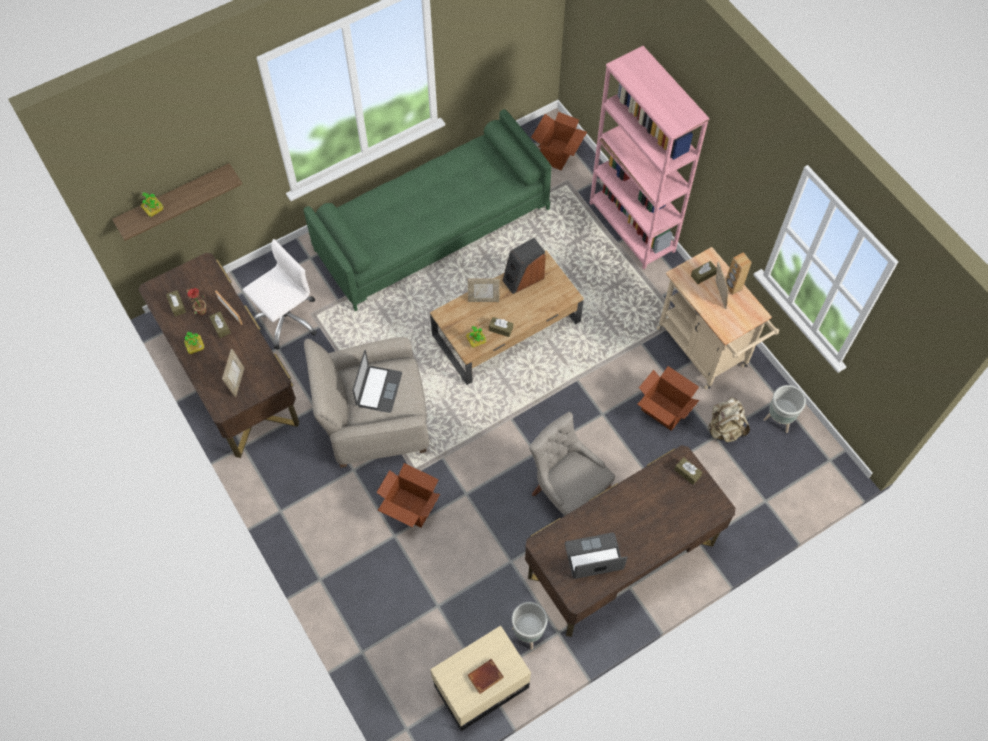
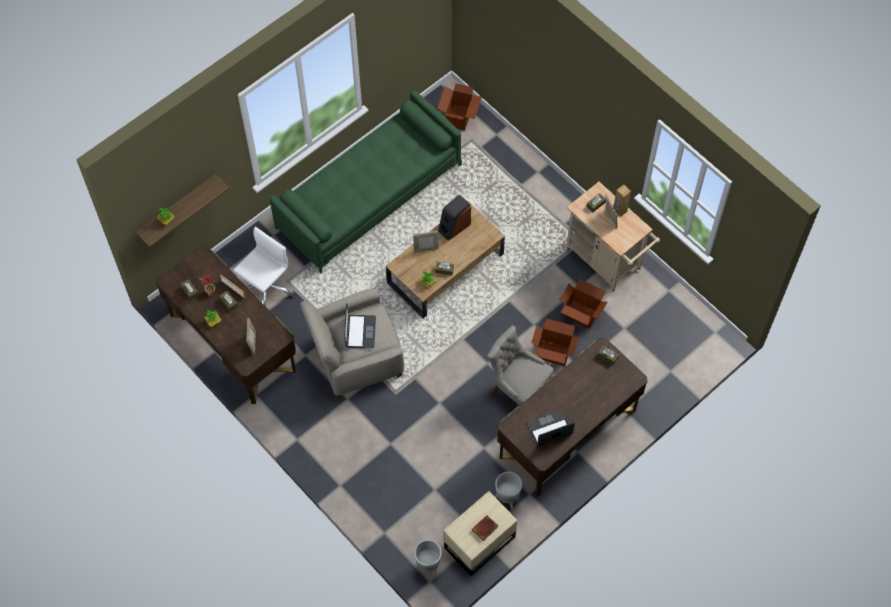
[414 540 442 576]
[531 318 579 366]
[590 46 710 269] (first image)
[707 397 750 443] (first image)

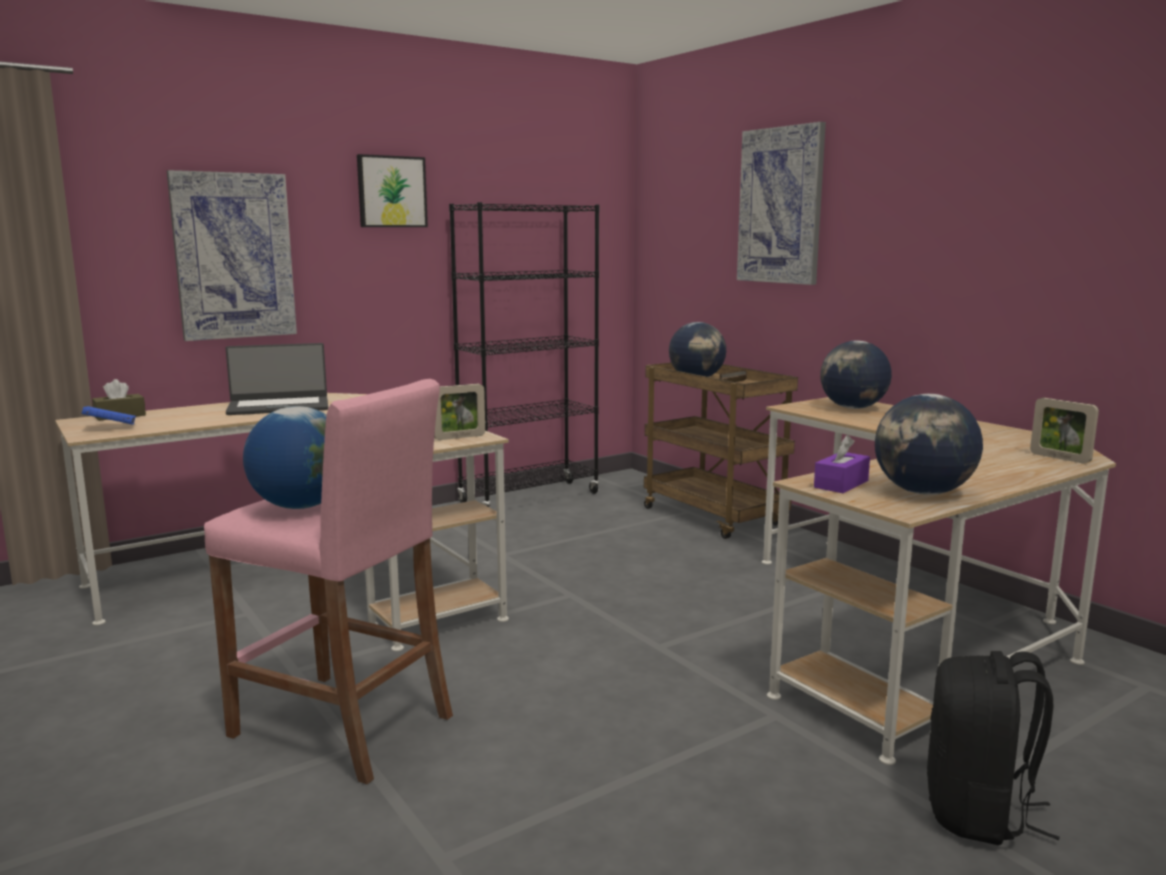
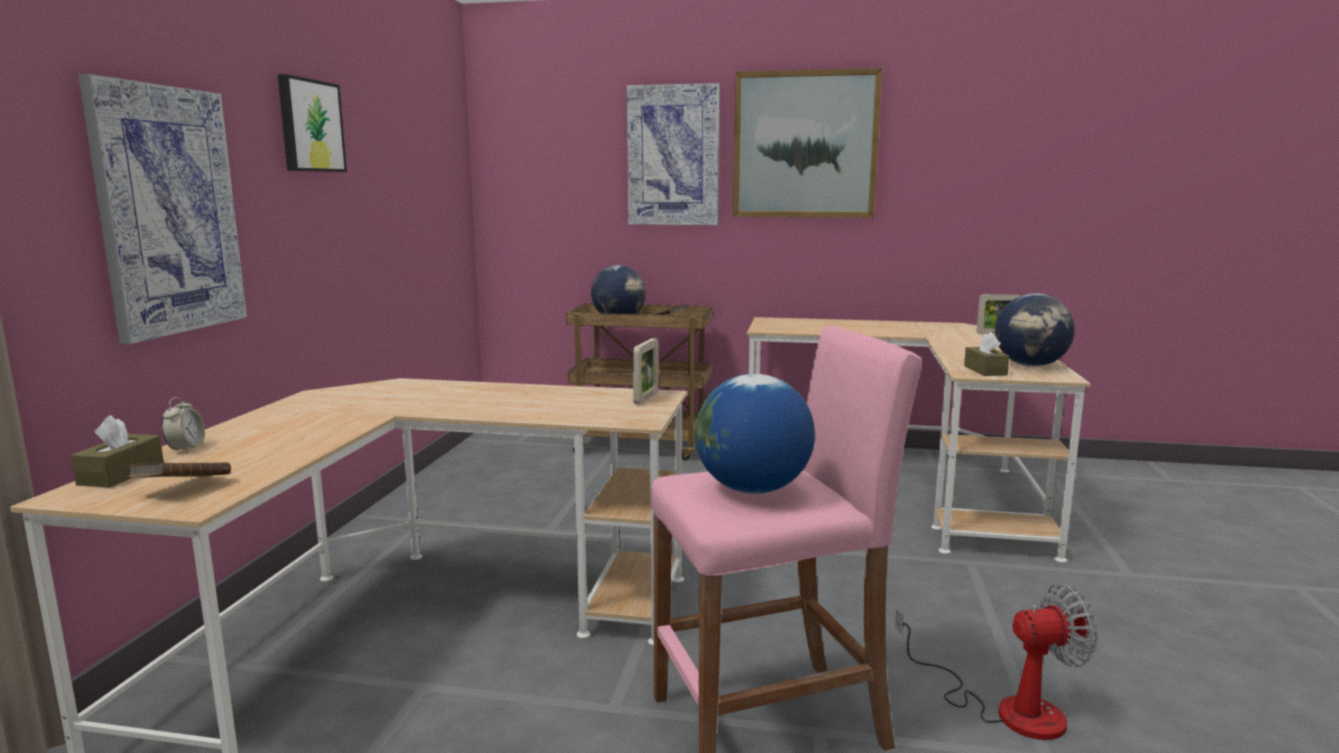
[128 462 231 478]
[162 397 205 453]
[733 68 882 218]
[895 584 1098 740]
[964 332 1009 376]
[226 343 328 415] (first image)
[449 202 599 507] (first image)
[820 341 892 409] (first image)
[927 651 1060 845] (first image)

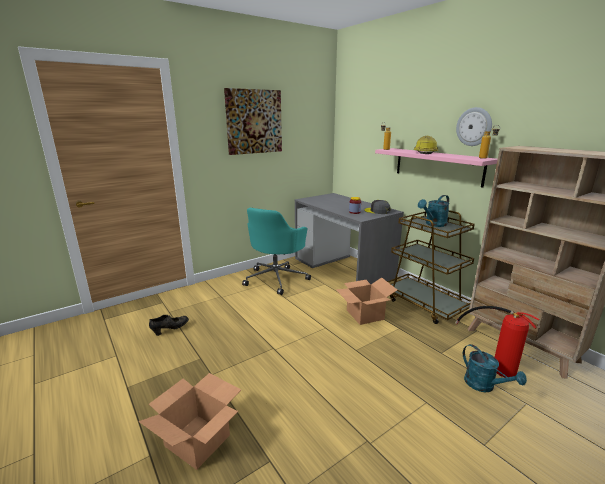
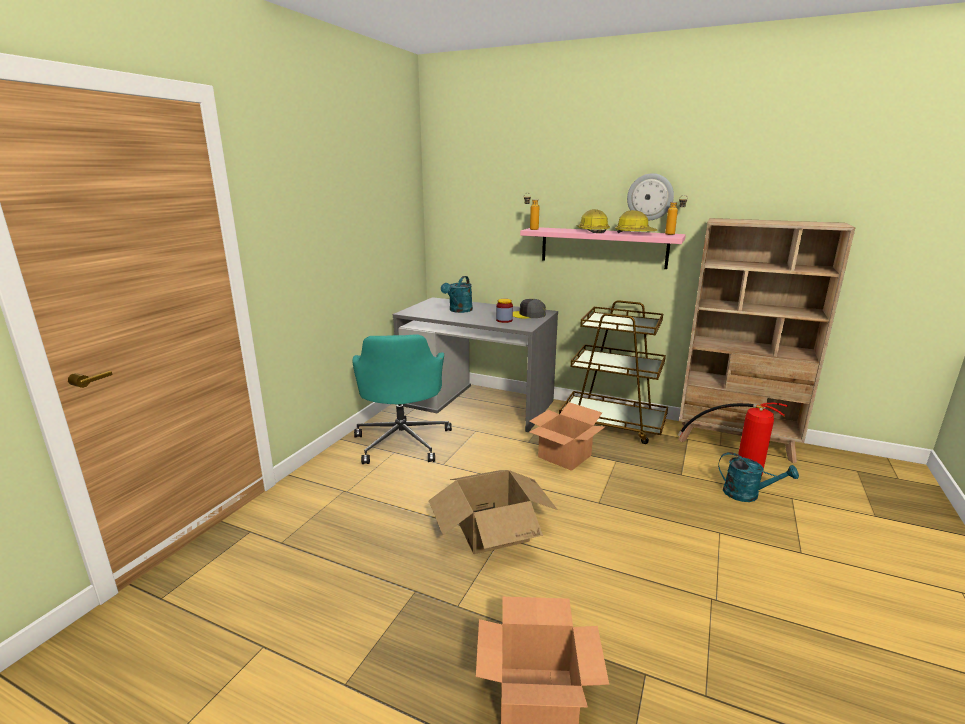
[429 470 558 554]
[441 276 473 313]
[615 210 658 233]
[149 315 189 336] (first image)
[224 88 282 155] (first image)

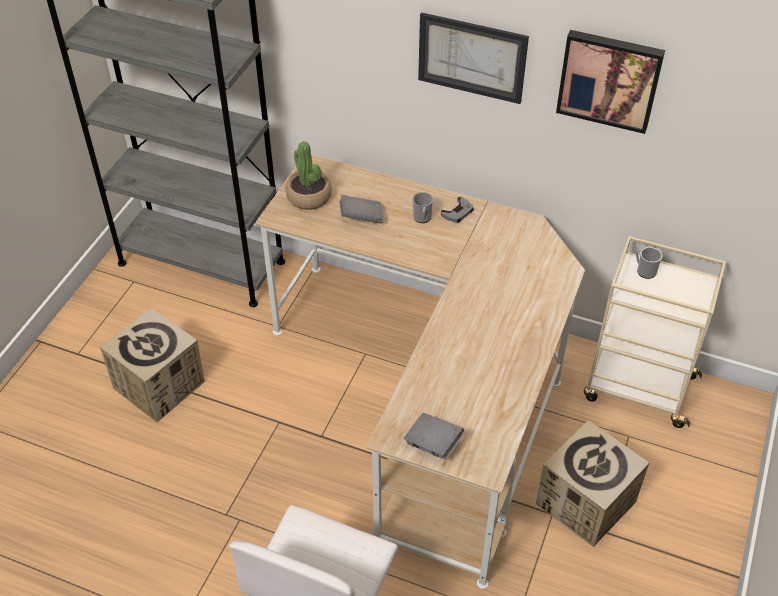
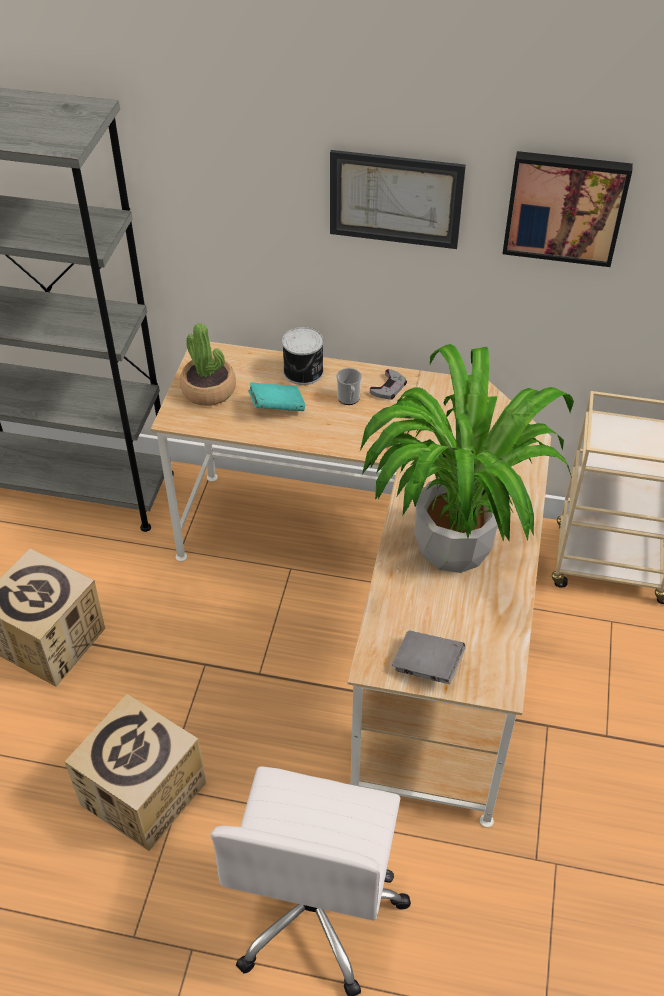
[65 694 206 851]
[248 382 305 411]
[282 327 324 385]
[360 344 574 573]
[636 247 662 279] (first image)

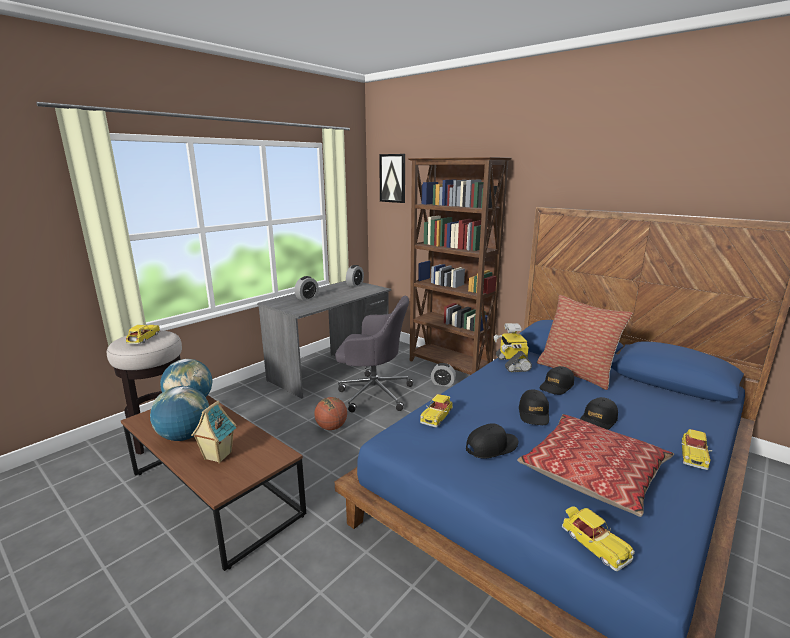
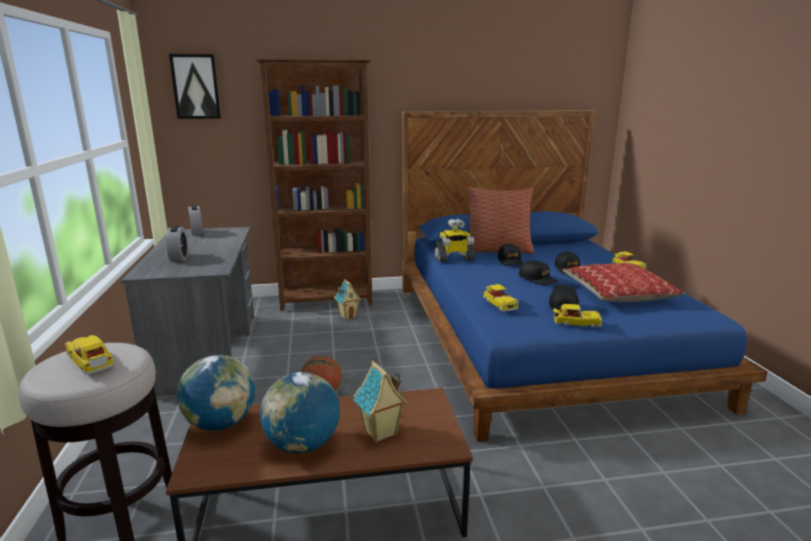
[334 279 361 320]
[434 219 475 262]
[553 304 602 328]
[335 296 413 412] (first image)

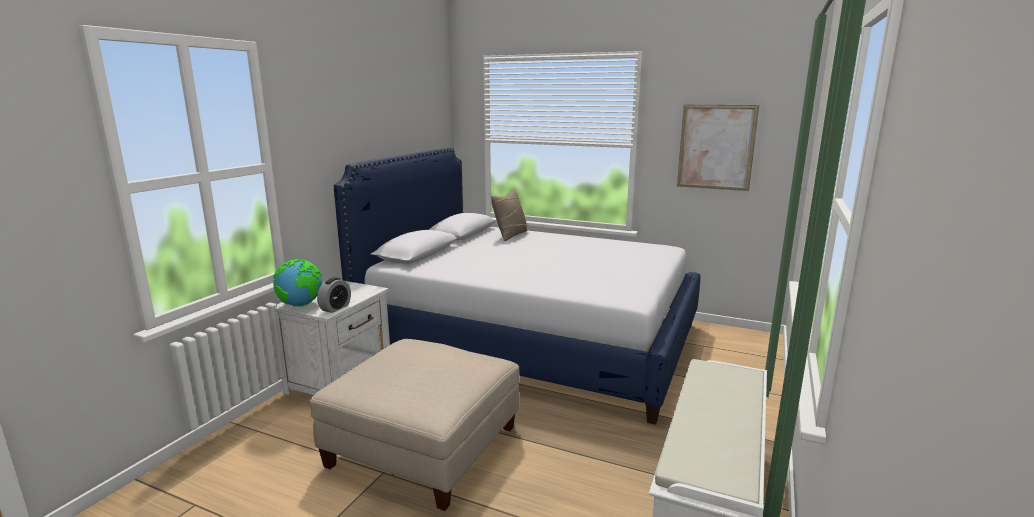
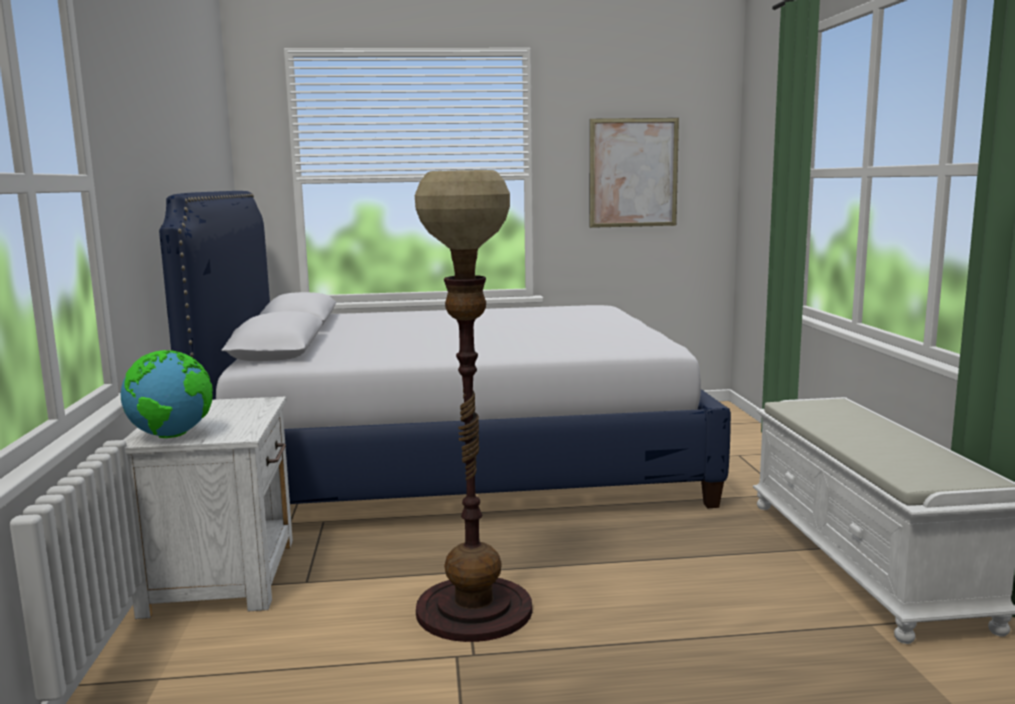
[415 170 532 642]
[317 277 351 313] (first image)
[491 189 527 241] (first image)

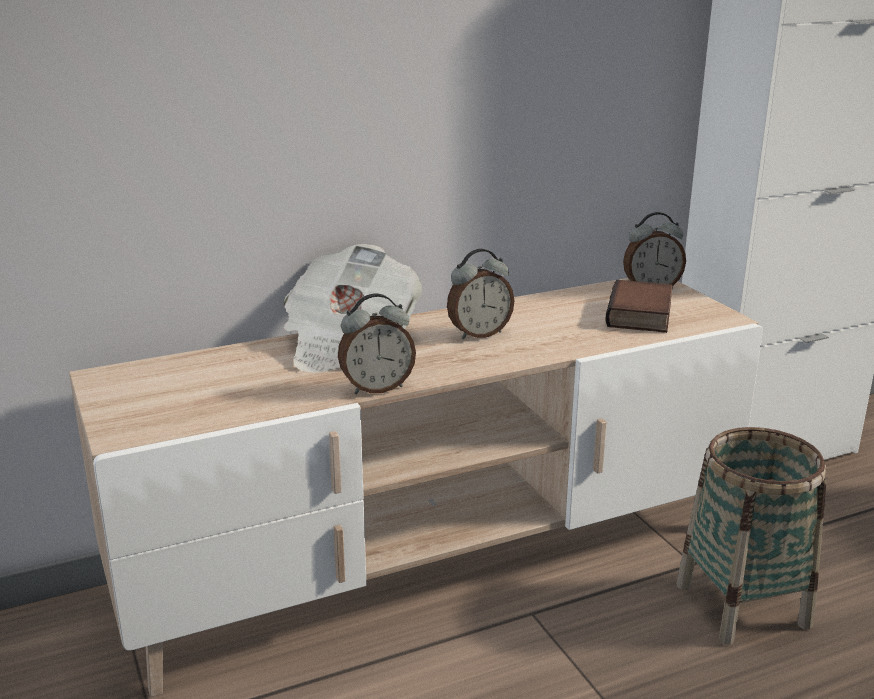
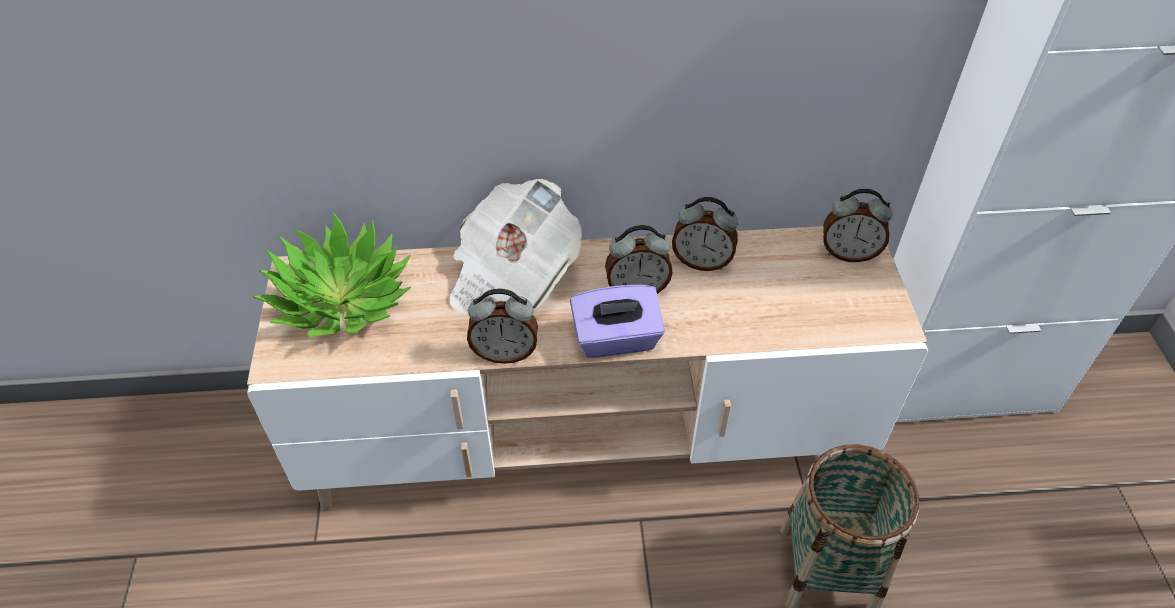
[254 213 411 338]
[570 285 665 358]
[672 197 738 271]
[605 280 673 333] (first image)

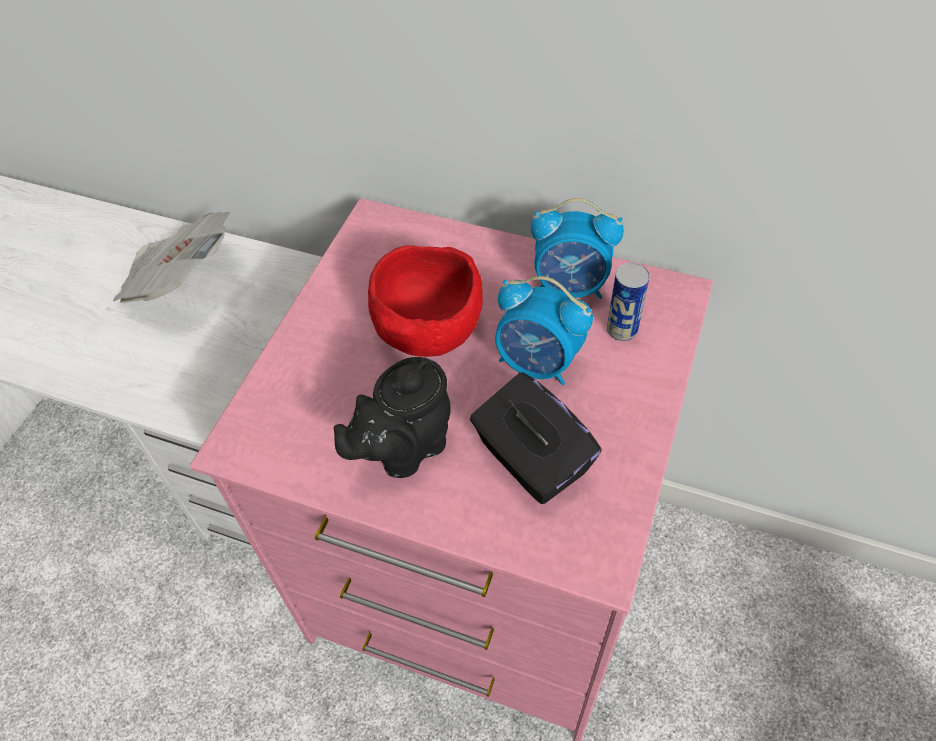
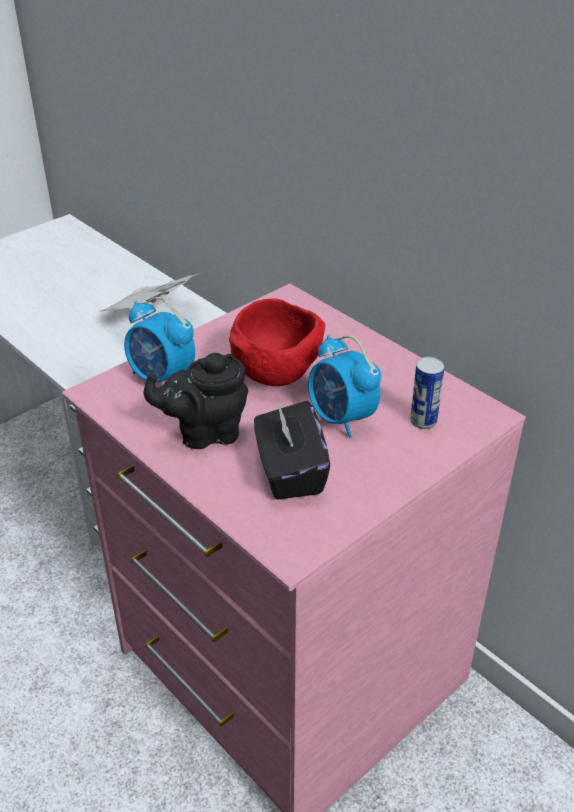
[124 297 195 382]

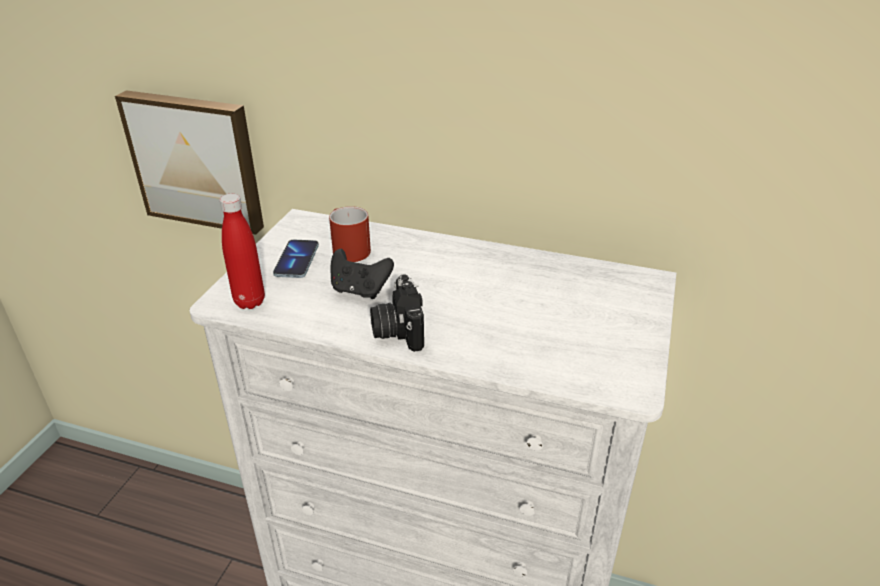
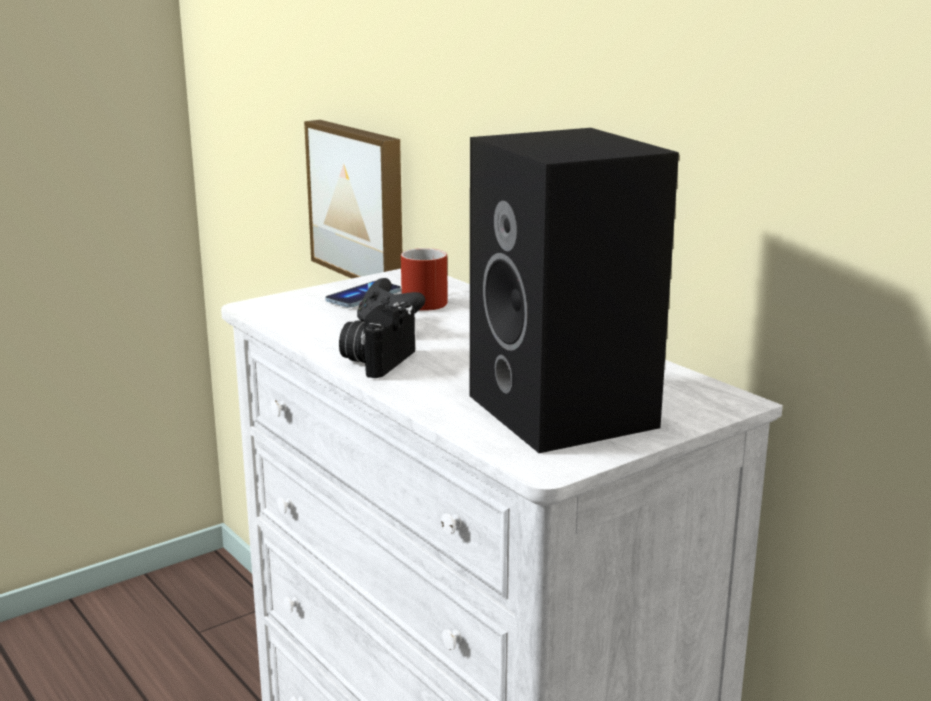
[470 128 679 453]
[219 194 265 309] (first image)

